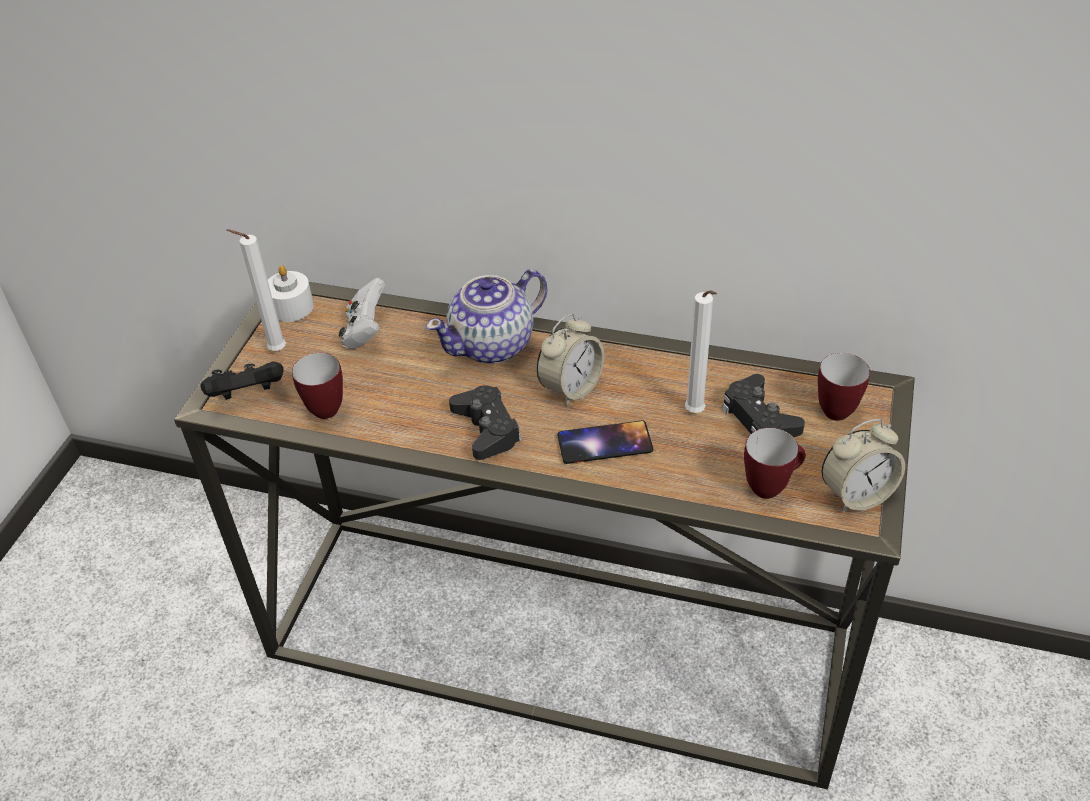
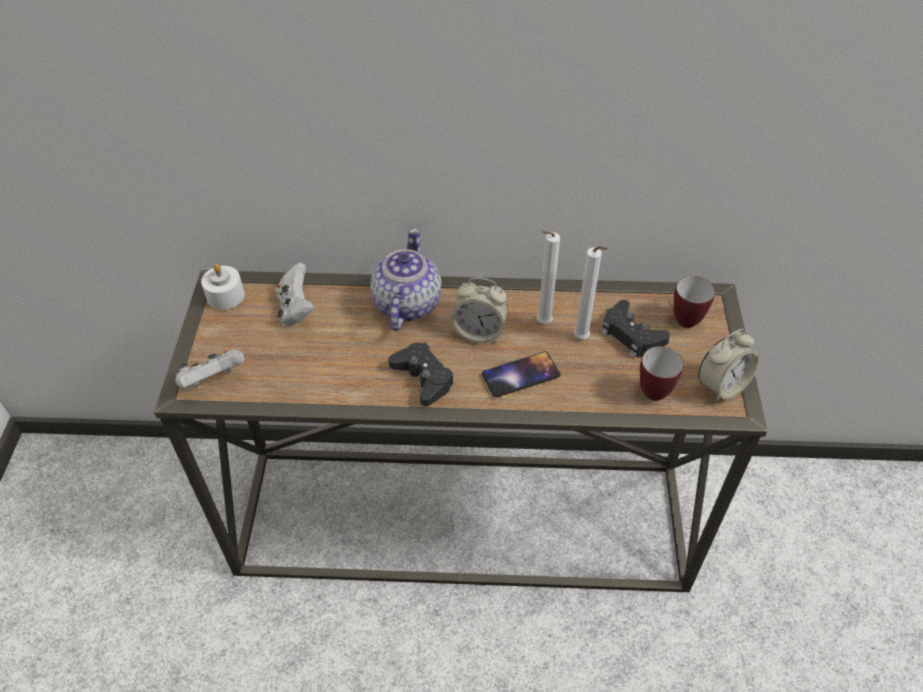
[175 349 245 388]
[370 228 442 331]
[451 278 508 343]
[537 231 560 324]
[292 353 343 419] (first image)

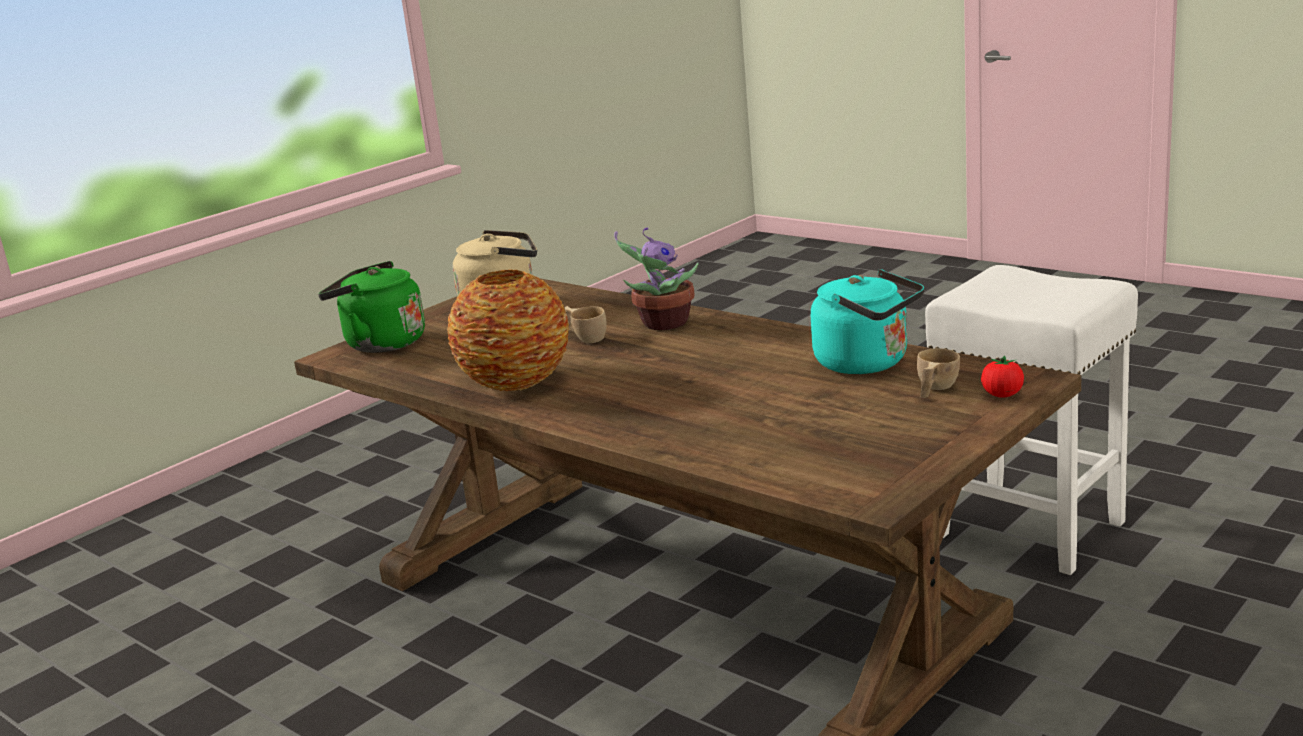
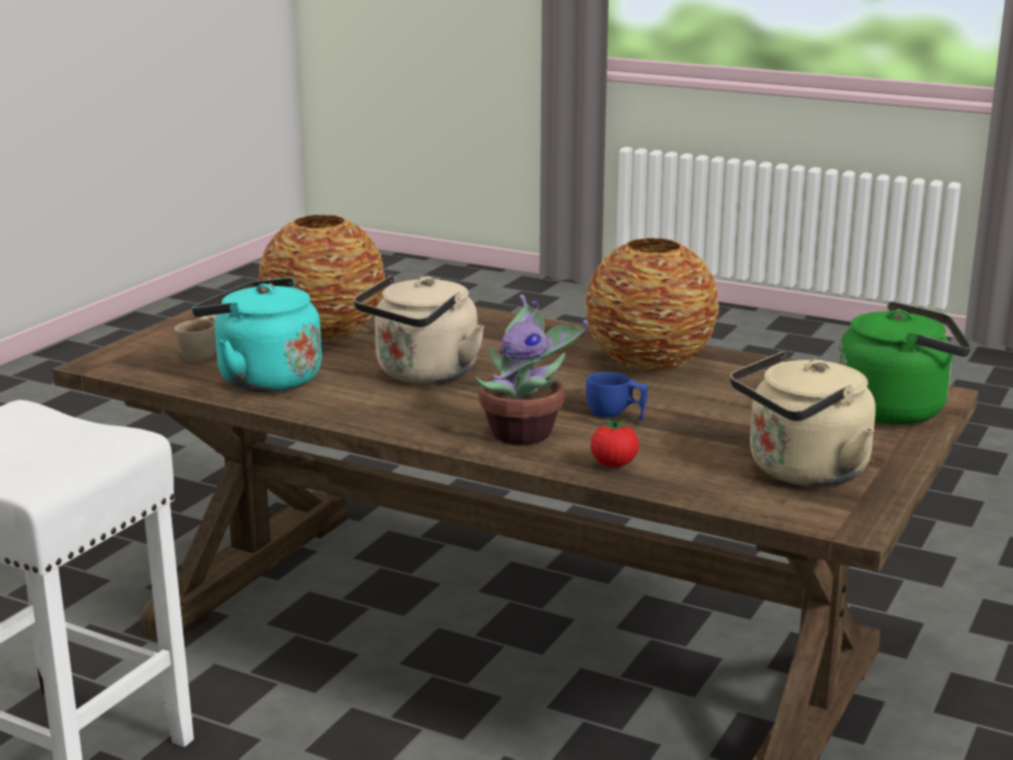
[258 215 385 341]
[354 275 485 384]
[586 372 648 420]
[591 419 639 467]

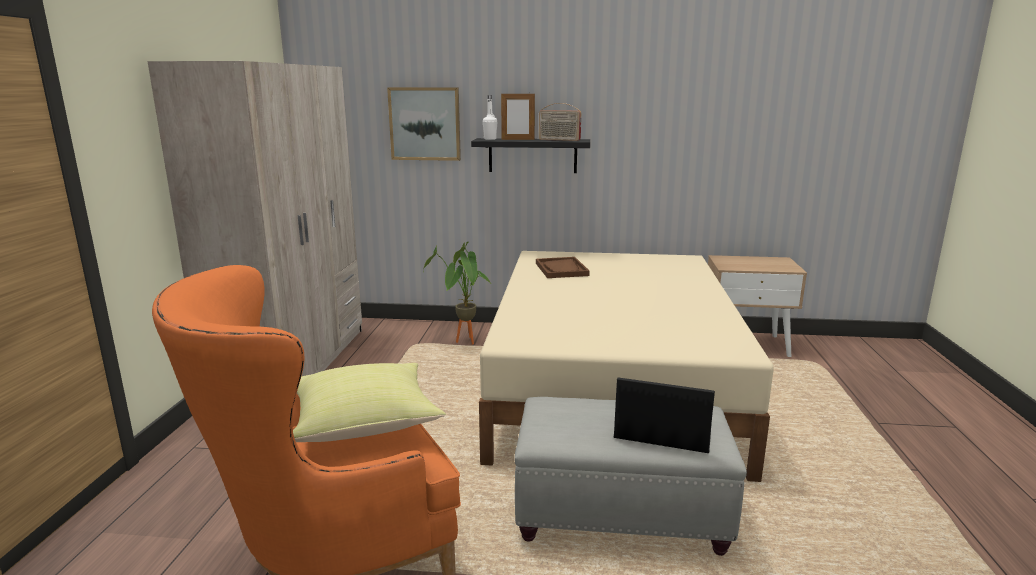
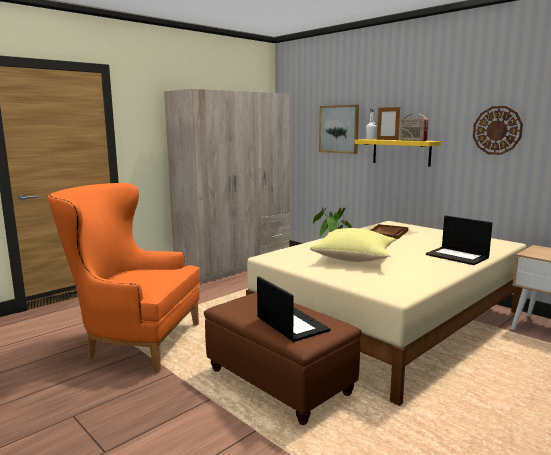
[204 292 362 425]
[310 228 396 262]
[354 139 441 167]
[426 215 493 265]
[473 106 523 155]

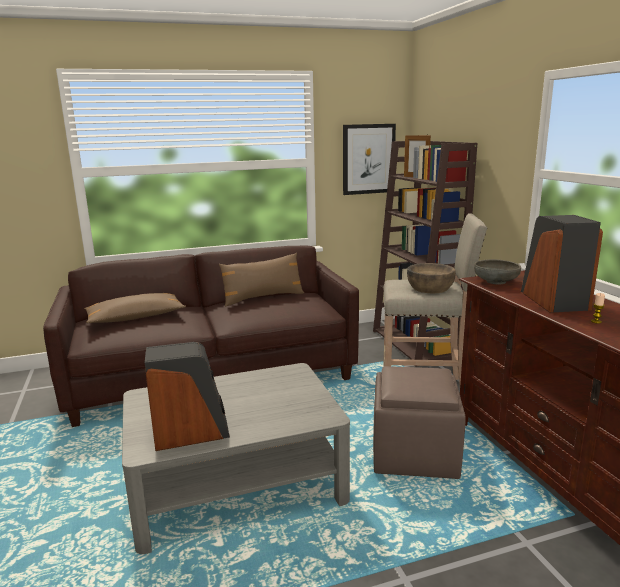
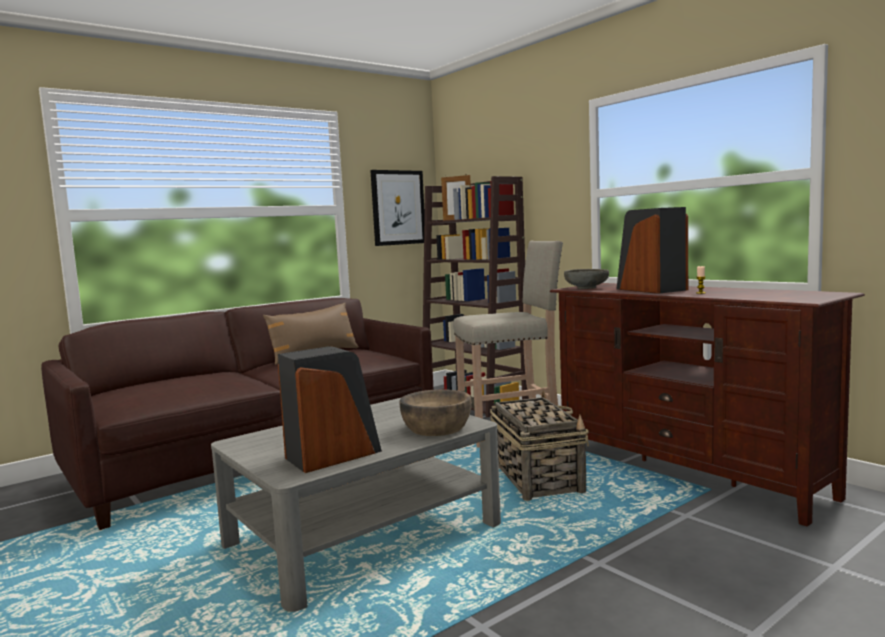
[400 389 472 436]
[490 390 589 501]
[84 293 186 323] (first image)

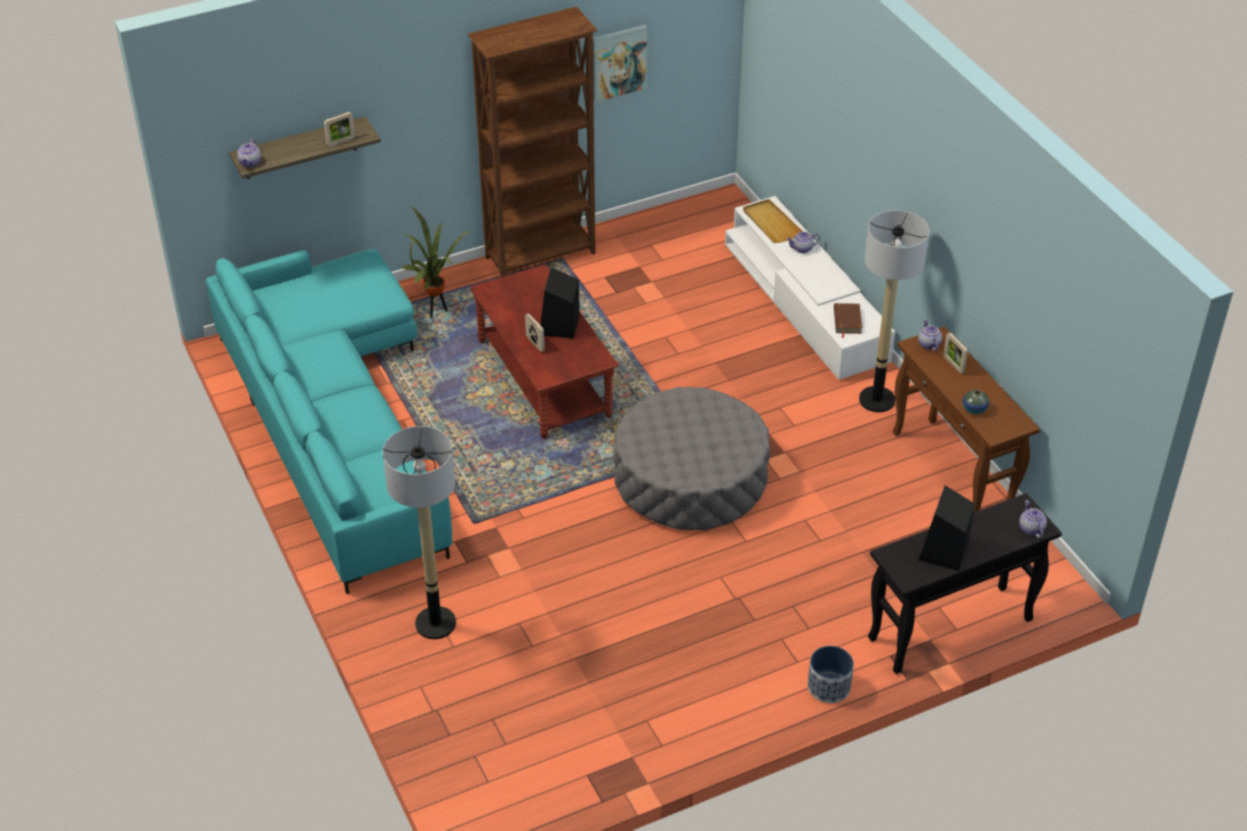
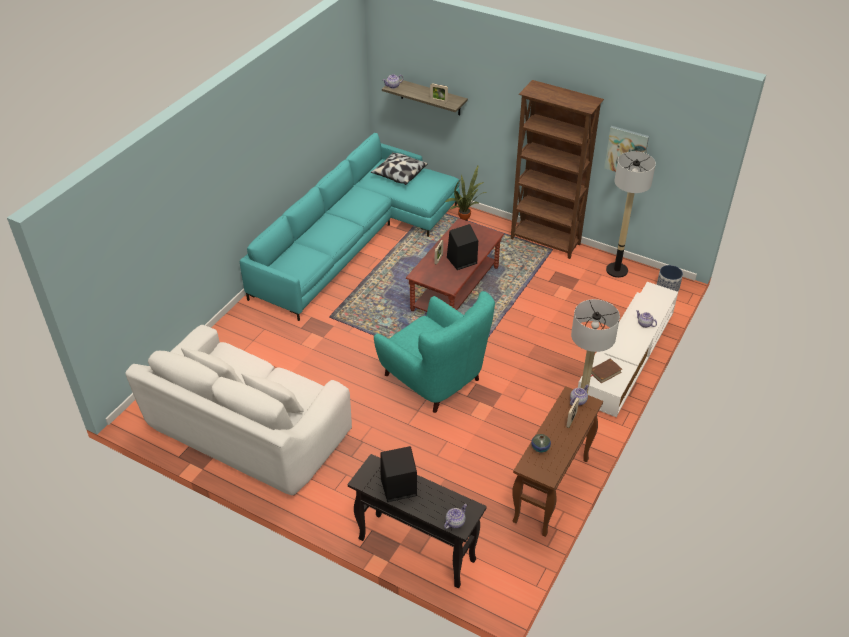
[125 325 352 496]
[371 152 428 185]
[374 291 495 413]
[606 151 656 278]
[657 265 683 292]
[743 199 802 243] (first image)

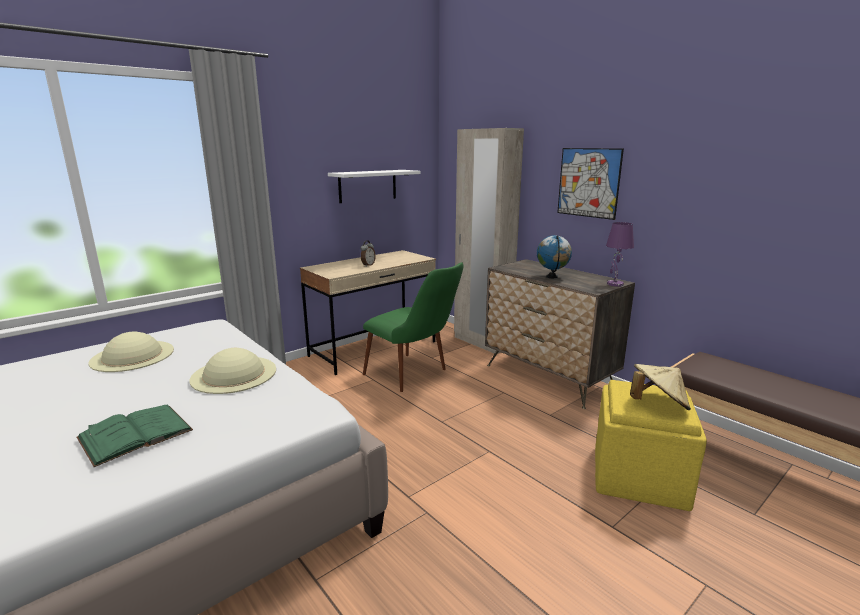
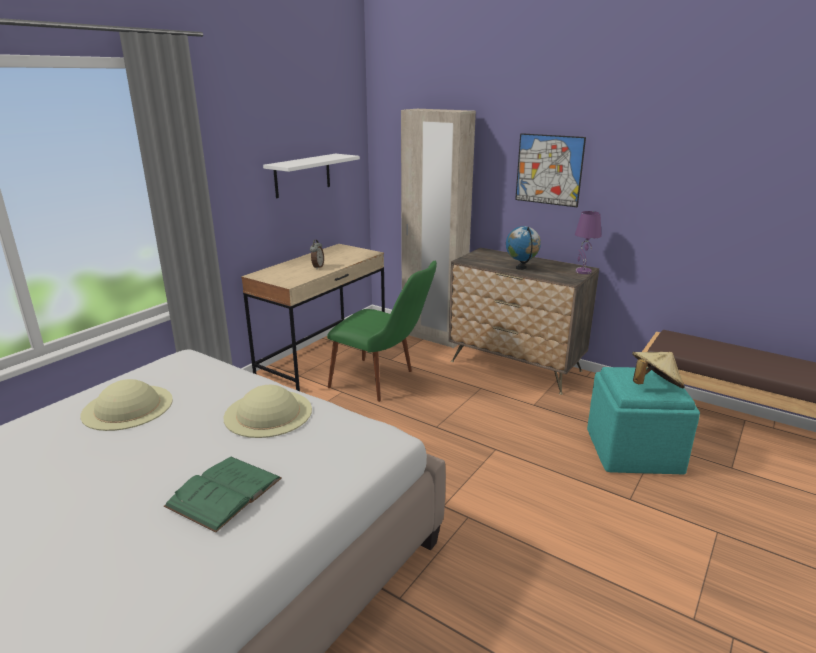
[587 367 700 475]

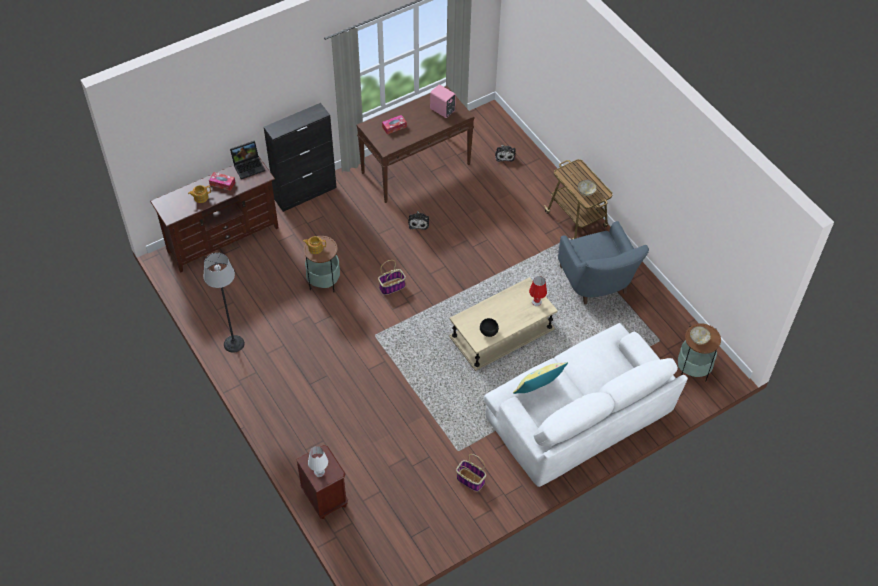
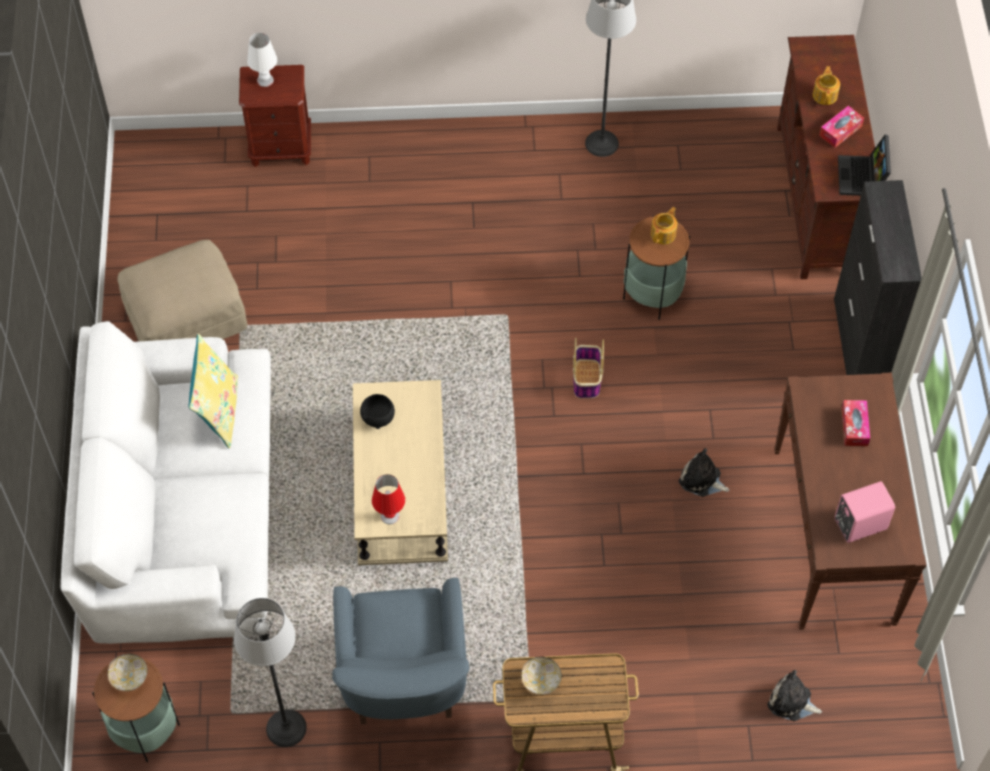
[118 240 247 341]
[234 598 307 747]
[332 578 470 725]

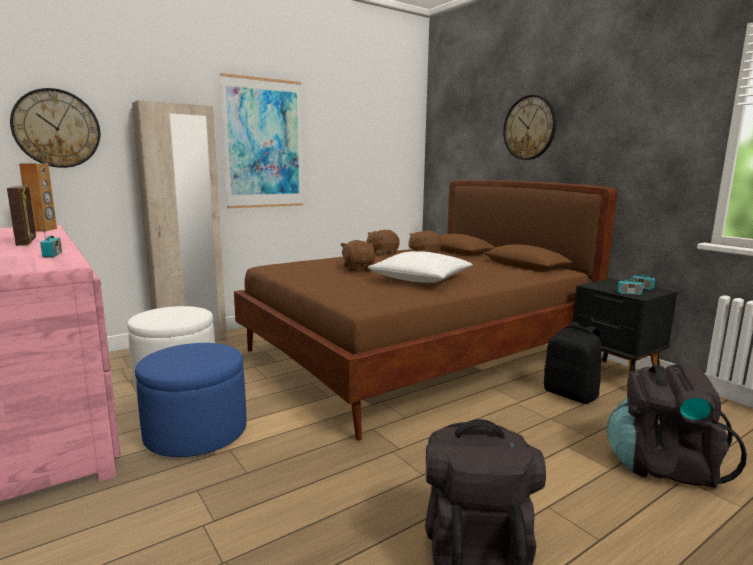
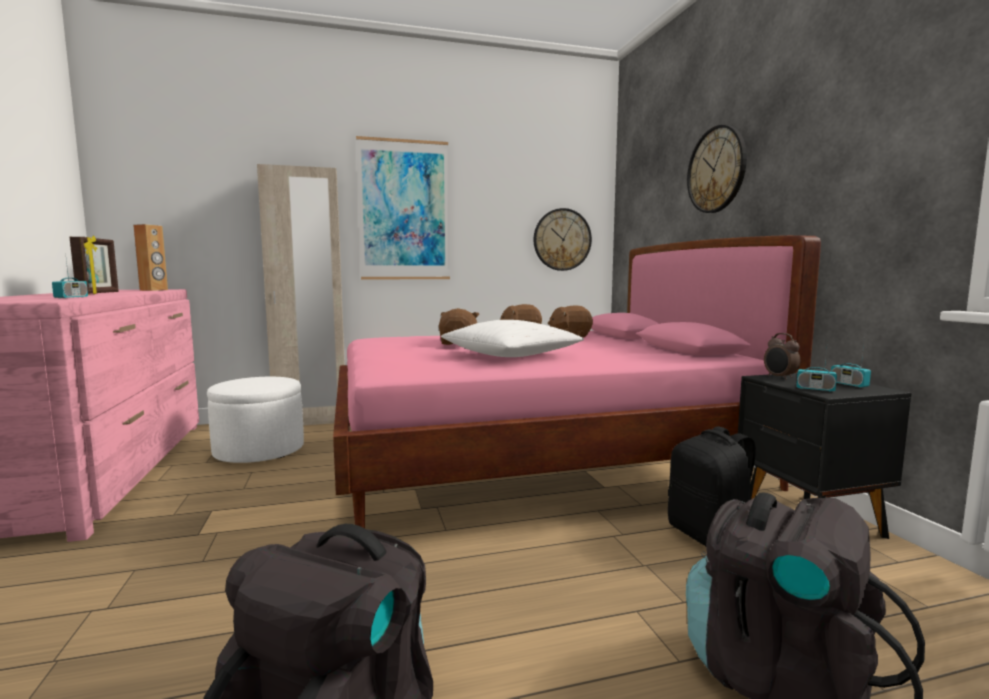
[333 235 821 528]
[534 208 592 271]
[764 333 800 380]
[135 343 247 457] (first image)

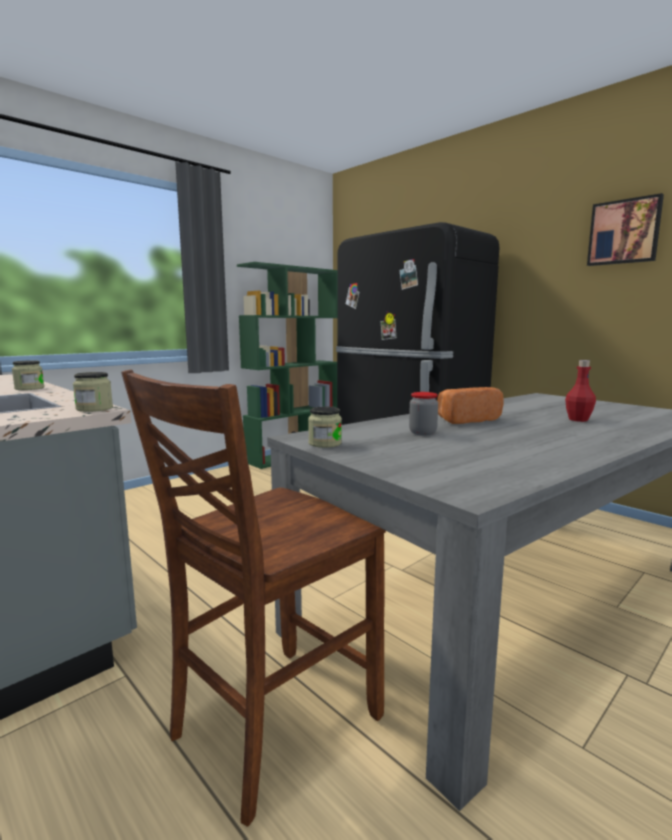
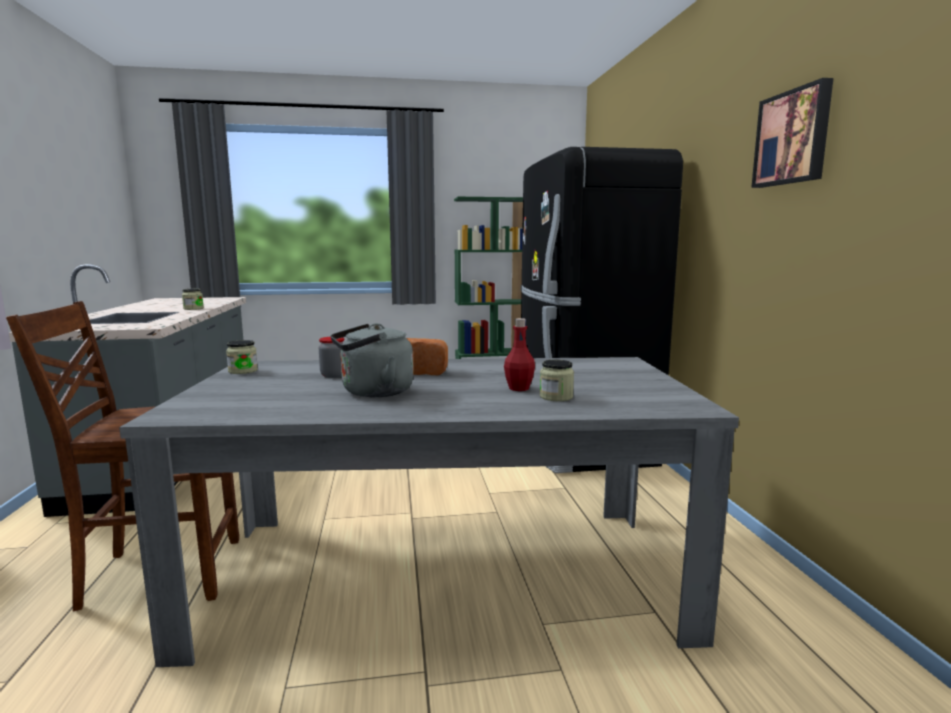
[331 323 413 397]
[540 360 574 401]

